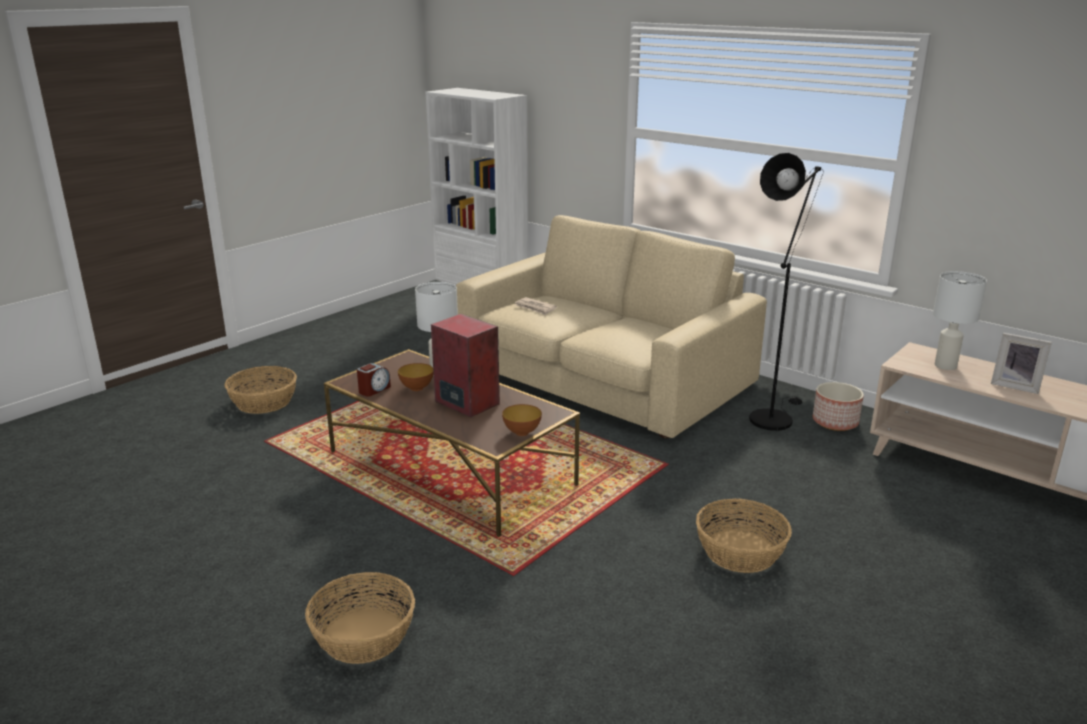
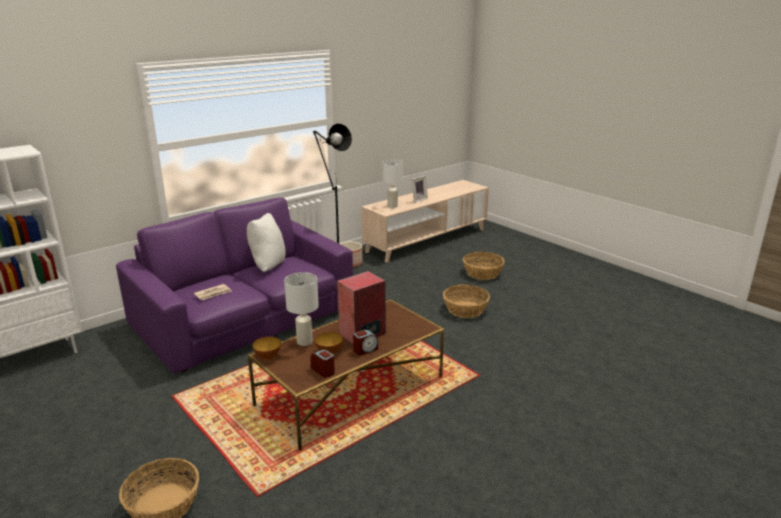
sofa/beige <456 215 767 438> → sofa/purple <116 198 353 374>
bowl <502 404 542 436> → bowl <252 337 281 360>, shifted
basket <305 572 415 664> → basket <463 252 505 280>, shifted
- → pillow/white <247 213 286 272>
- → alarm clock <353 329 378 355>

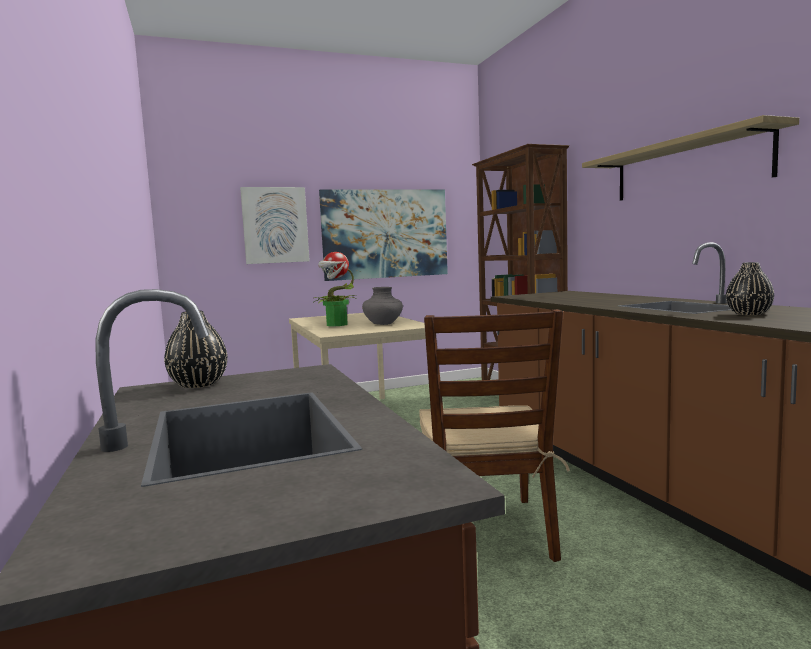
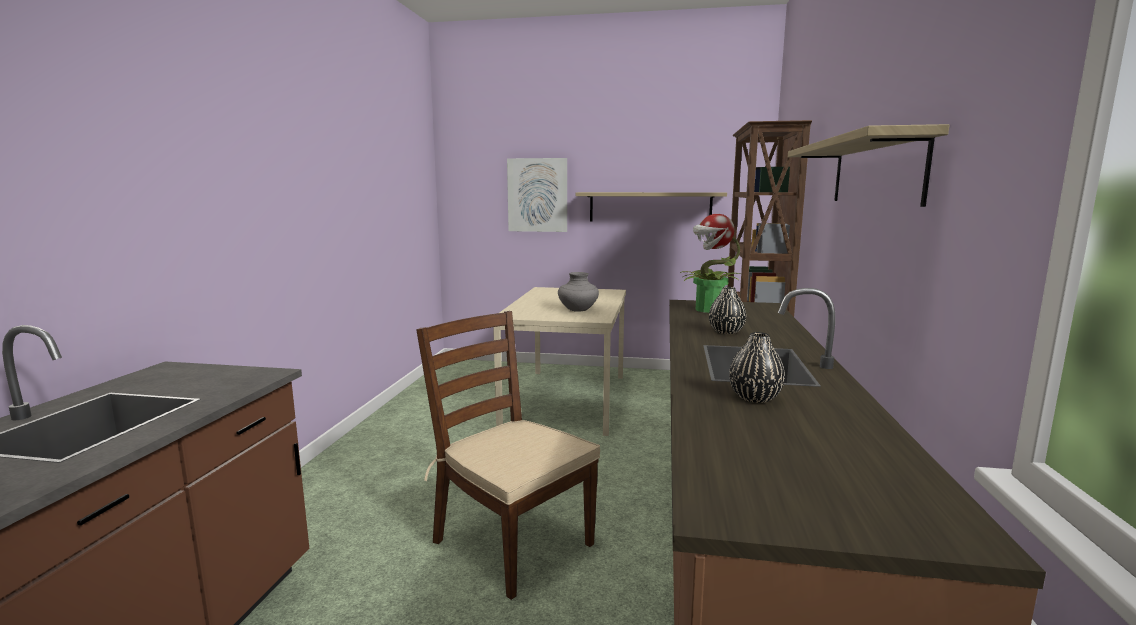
picture <319 189 448 281> → shelf <576 192 727 221>
potted plant <314 252 357 326> → potted plant <680 214 740 313>, shifted
chair/brown <419 309 570 562> → chair/brown <416 311 600 600>, 105 degrees clockwise
vase/black <164 311 227 388> → vase/black <709 287 746 334>, shifted

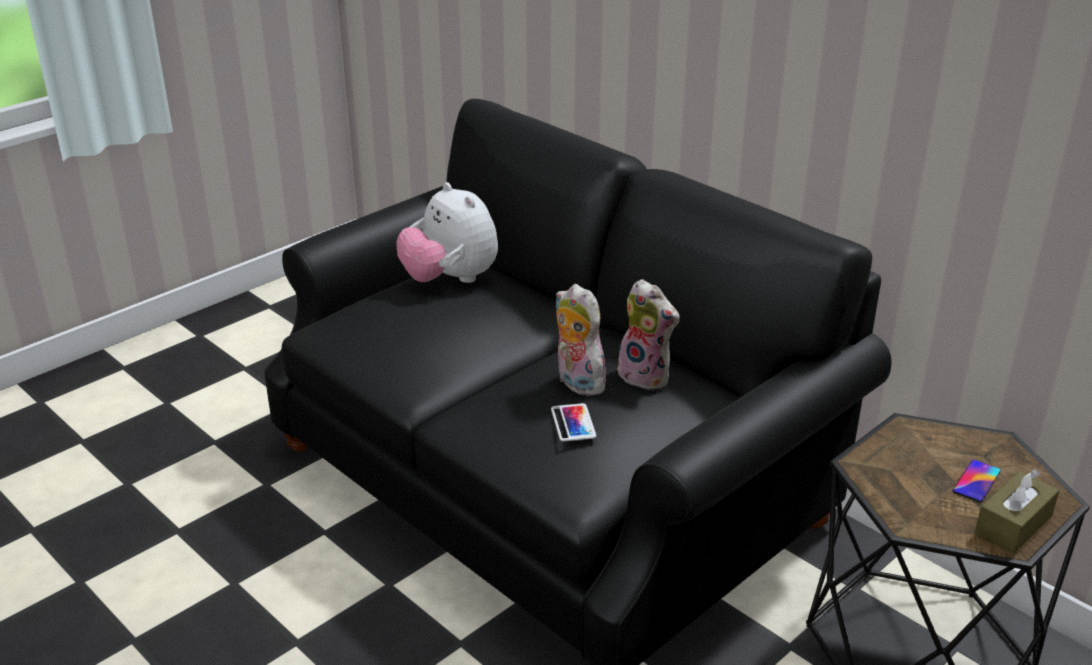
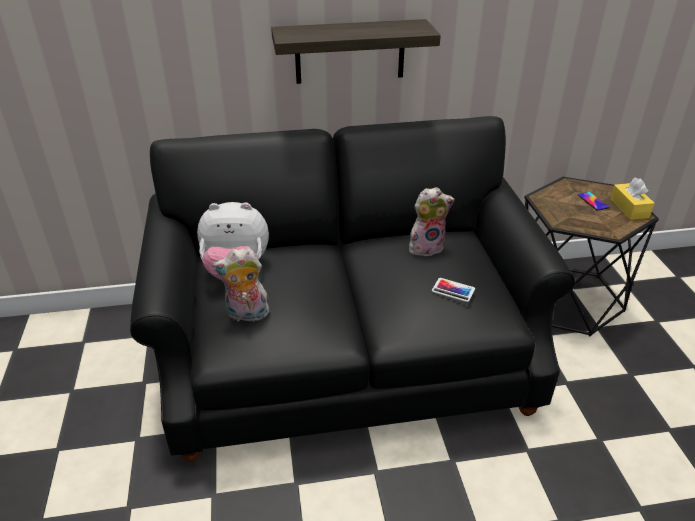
plush toy <556 284 608 396> → plush toy <213 248 269 322>, shifted
tissue box/brown <975 469 1060 553> → tissue box/yellow <610 177 655 220>
- → shelf <271 19 441 84>

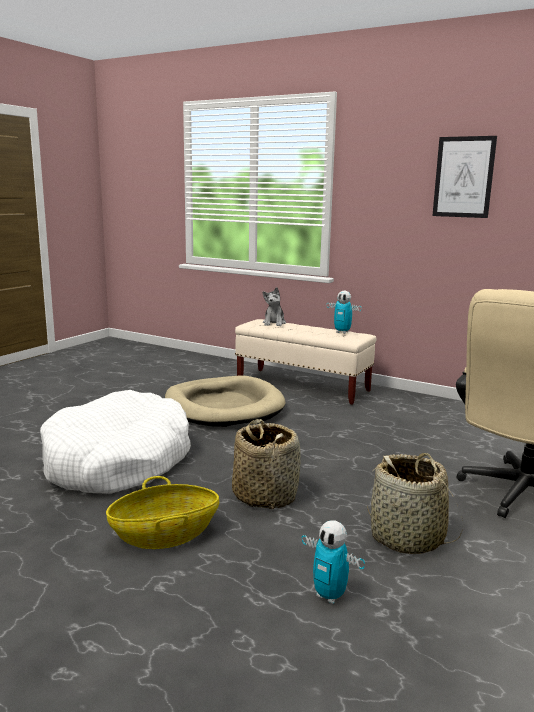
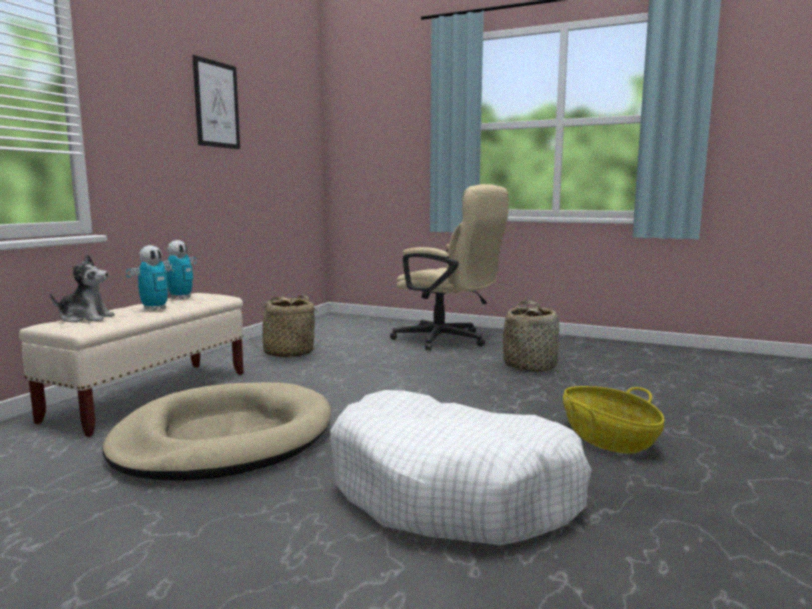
basket <232 419 301 509> → basket <250 295 321 358>, shifted
toy robot <302 521 365 604> → toy robot <126 245 176 311>, shifted

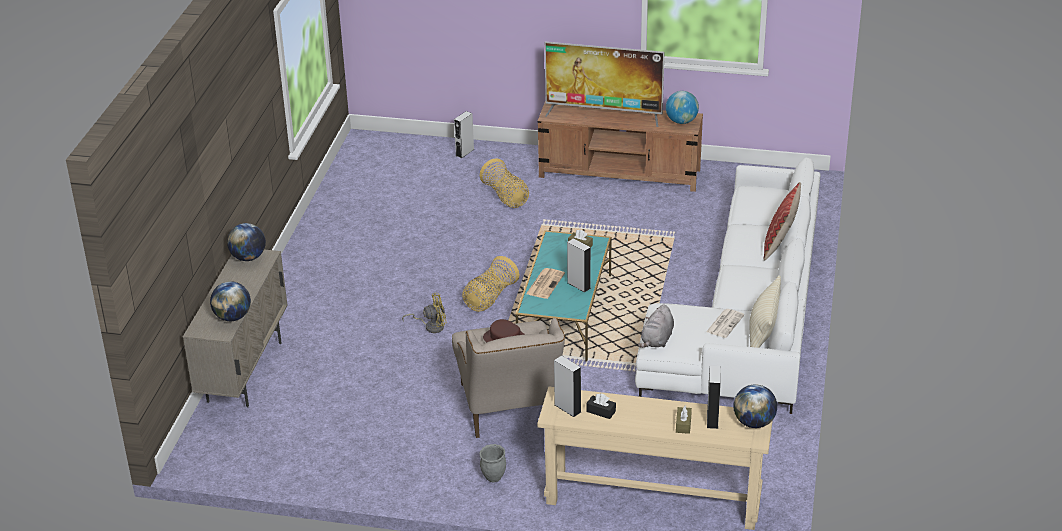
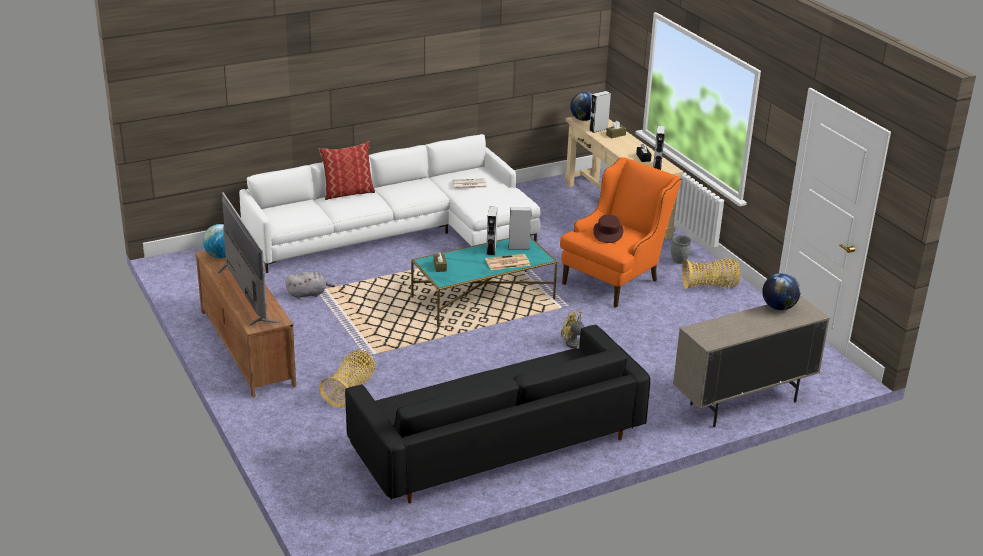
speaker/grey <454 111 474 158> → speaker/grey <508 207 531 250>, shifted
globe <227 223 266 261> → -
basket <462 256 519 312> → basket <682 259 740 289>, shifted
pillow/beige <749 275 781 348> → -
plush toy/grey <638 305 674 348> → plush toy/grey <285 272 335 299>, shifted
armchair/beige <452 318 565 438> → armchair/orange <560 157 681 307>
- → sofa/black <345 325 651 504>

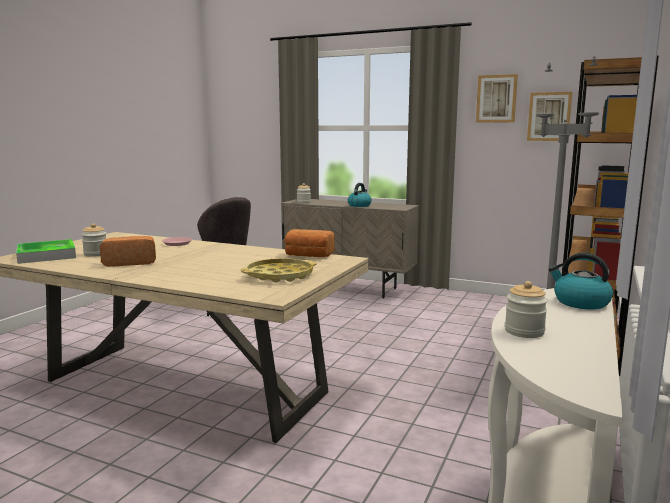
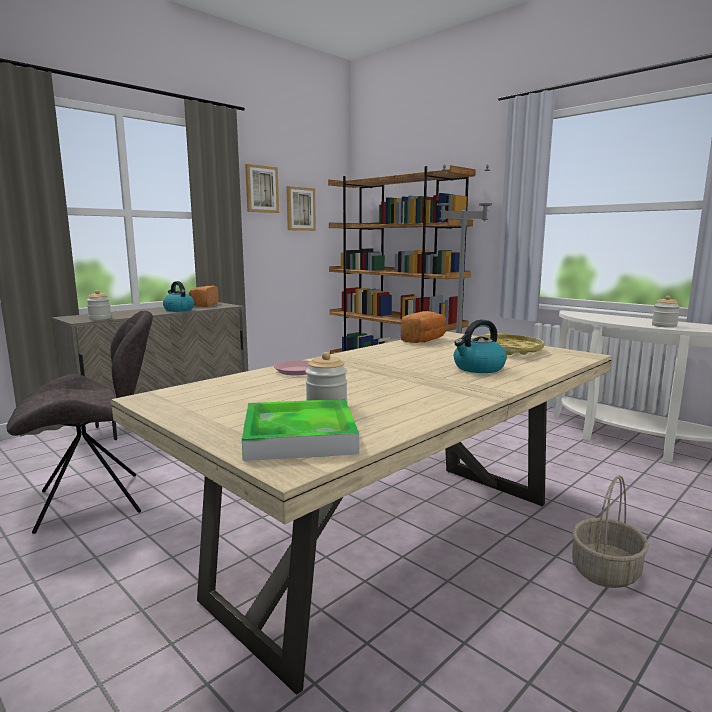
bread <100 236 156 267> → bread <189 285 219 307>, shifted
kettle <549 253 613 309> → kettle <454 320 507 373>, shifted
- → basket <572 475 649 588>

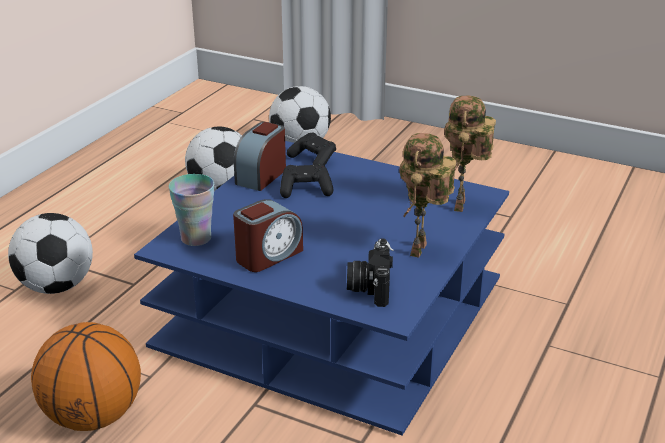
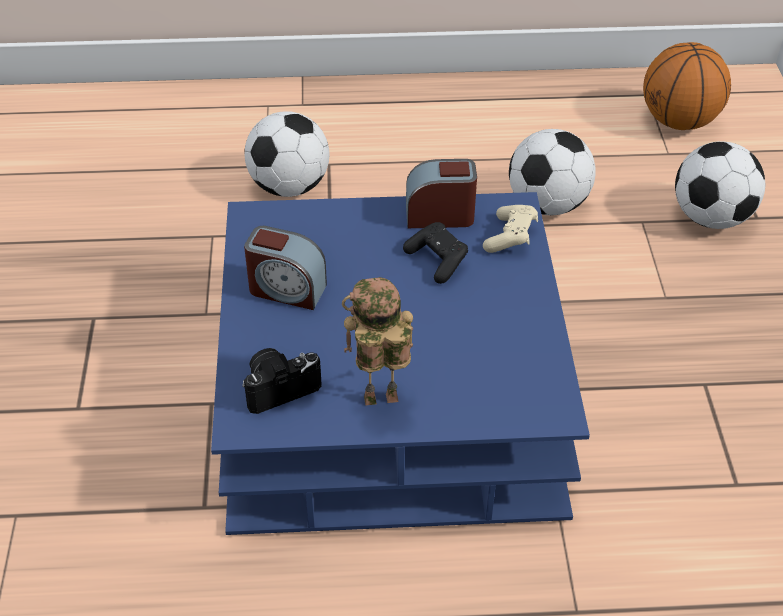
toy robot <444 96 496 212> → -
game controller/black <287 133 336 166> → game controller/beige <483 205 538 253>
cup <169 174 214 246> → -
basketball <31 322 141 431> → basketball <643 42 731 130>, shifted

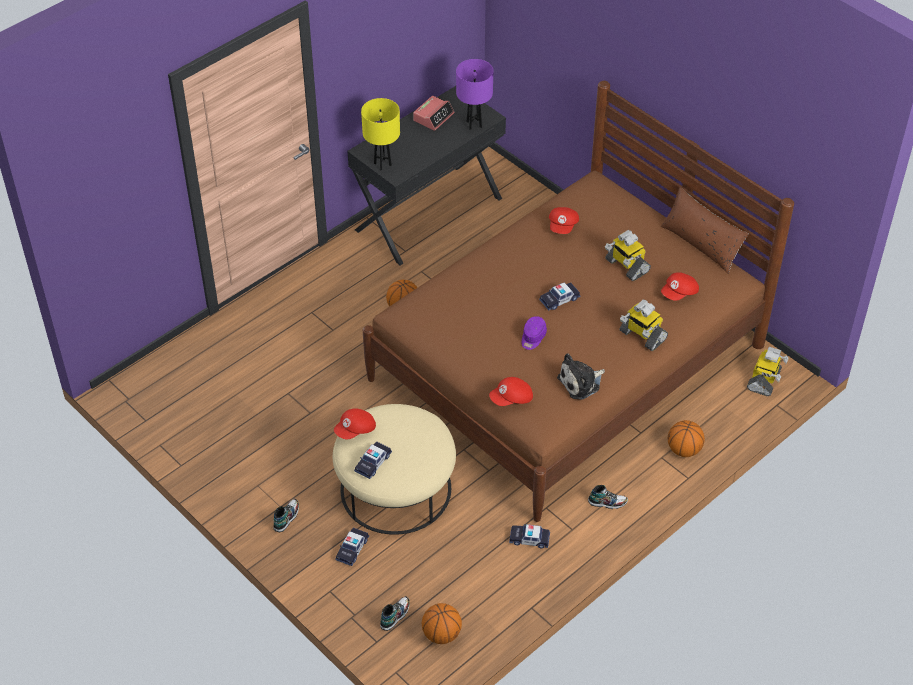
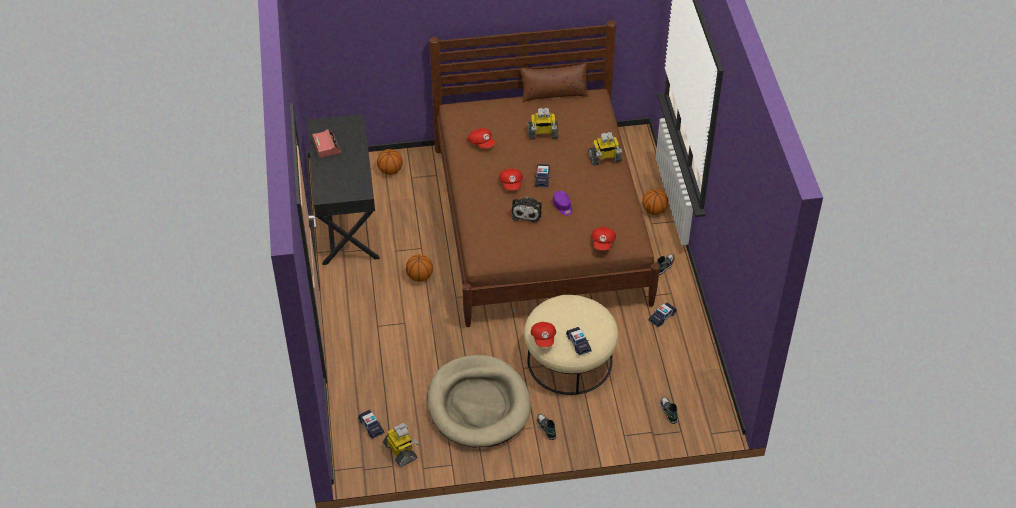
table lamp/purple <456 59 494 130> → -
table lamp/yellow <361 98 400 171> → -
cap/red <661 272 699 301> → cap/red <499 169 523 190>, shifted
toy robot <747 347 789 396> → toy robot <383 423 419 467>, shifted
plush toy <557 353 605 400> → plush toy <512 196 542 223>, shifted
toy car <335 528 369 566> → toy car <358 410 385 439>, shifted
basketball <422 603 462 644> → basketball <377 149 403 175>, shifted
- → dog bed/beige <428 355 531 447>

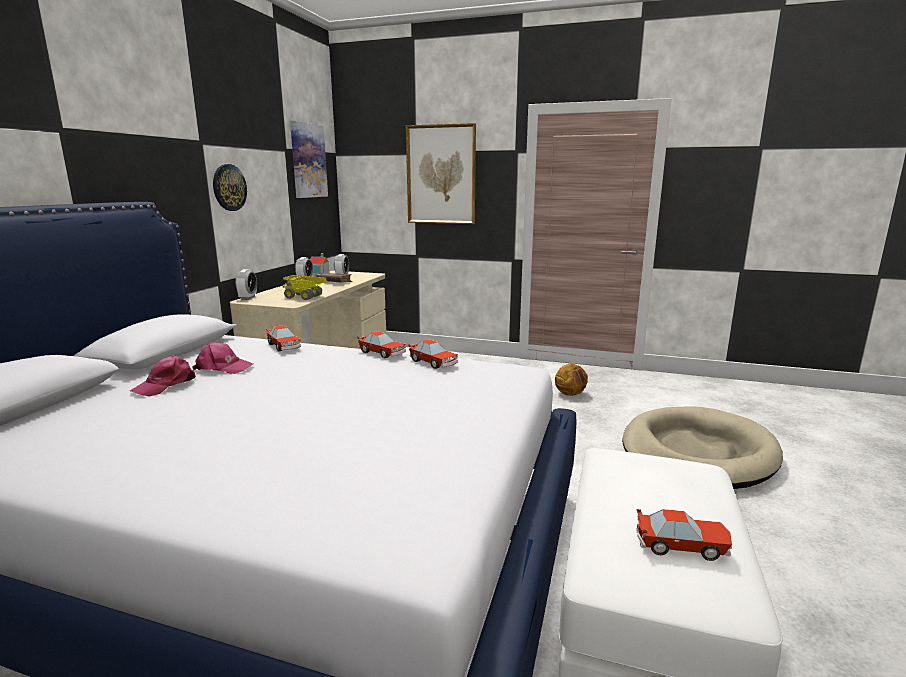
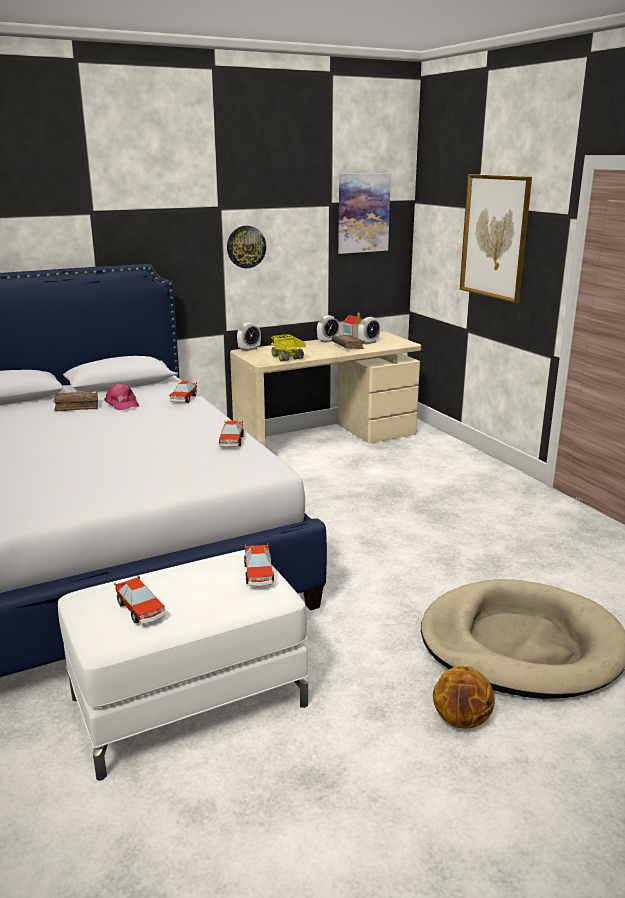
toy car <357 331 406 358> → toy car <244 543 274 586>, shifted
cap/pink <130 355 196 397> → book/brown <53 391 98 412>
basketball <555 364 588 396> → basketball <433 666 495 729>, shifted

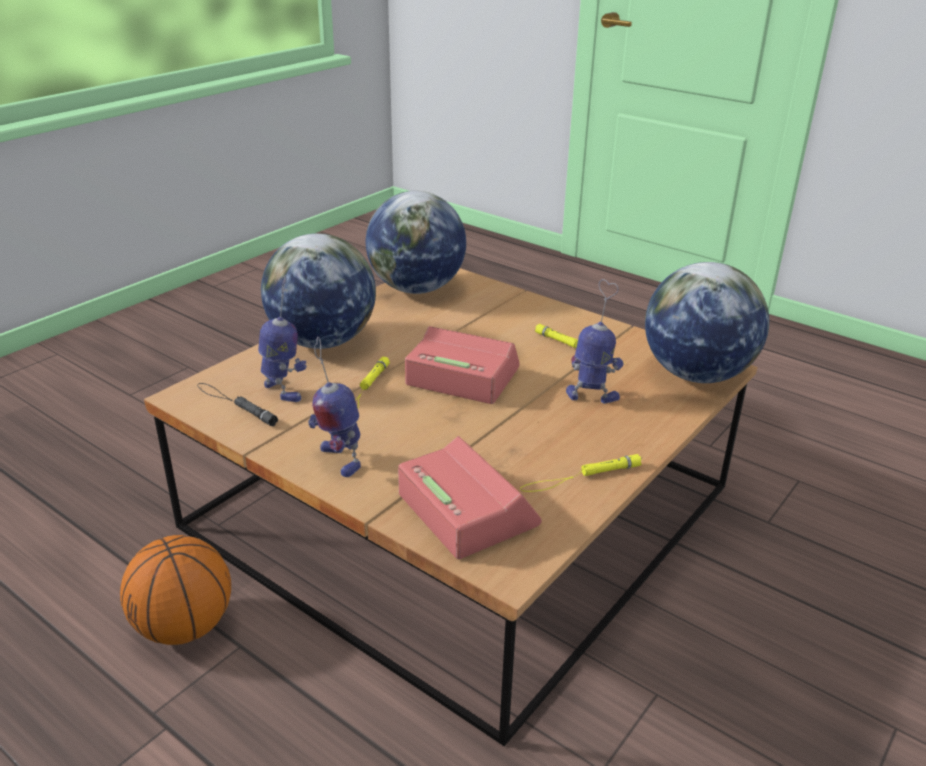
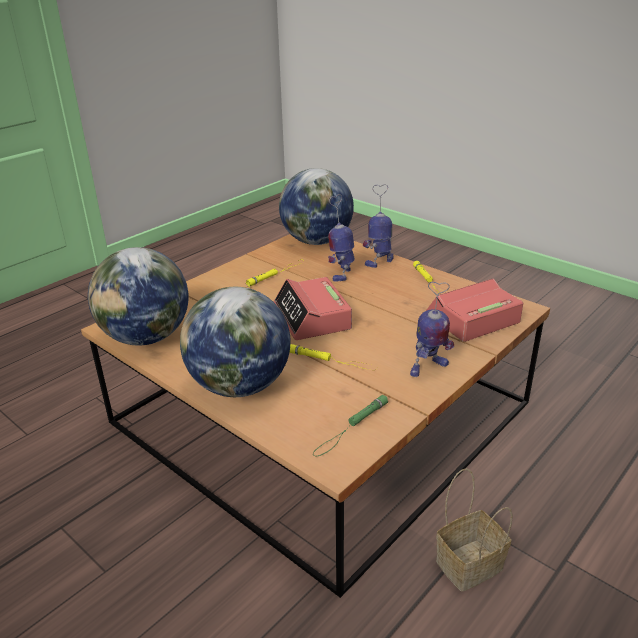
toy robot <258 275 307 402> → toy robot <363 184 394 268>, shifted
alarm clock <405 326 519 404> → alarm clock <274 277 352 340>, 45 degrees counterclockwise
flashlight/black <198 383 278 426> → flashlight/green <313 395 388 457>
basketball <120 535 231 645> → basket <436 468 513 592>

